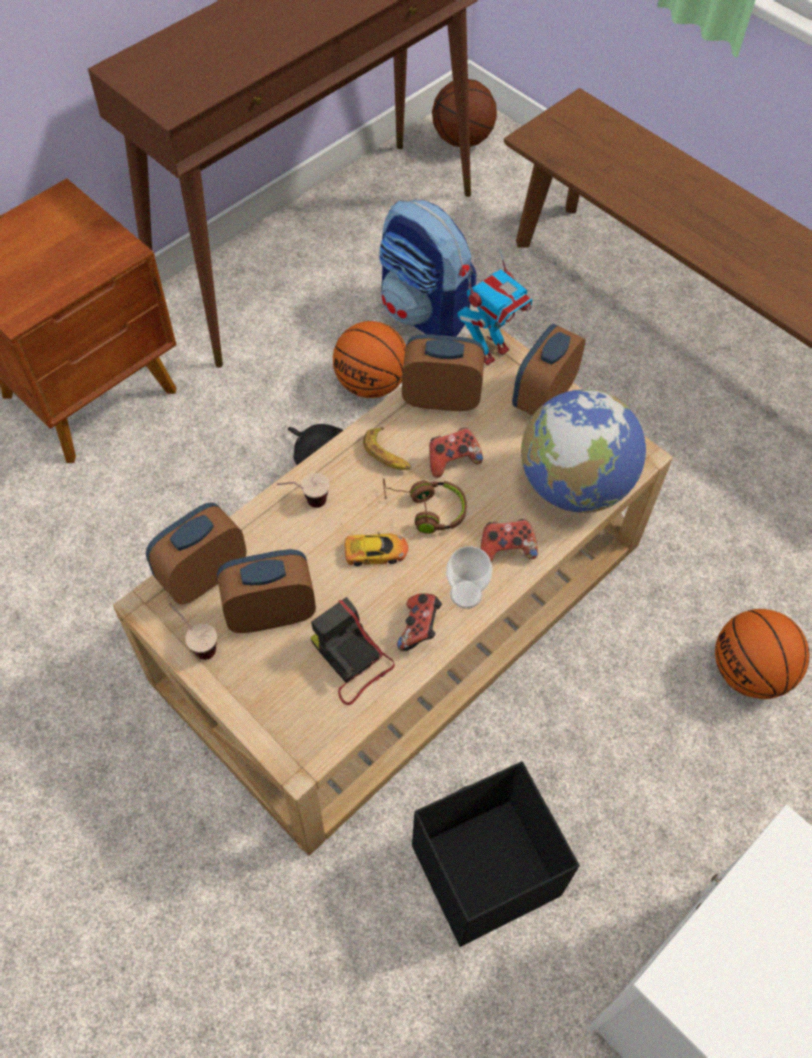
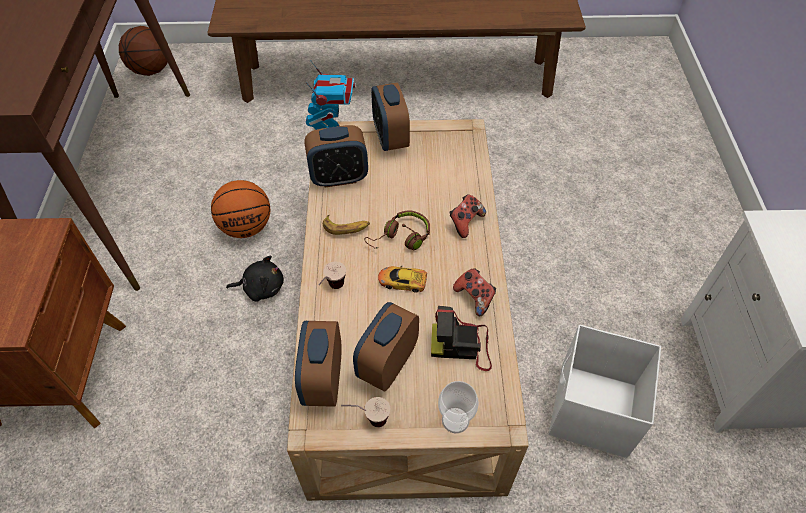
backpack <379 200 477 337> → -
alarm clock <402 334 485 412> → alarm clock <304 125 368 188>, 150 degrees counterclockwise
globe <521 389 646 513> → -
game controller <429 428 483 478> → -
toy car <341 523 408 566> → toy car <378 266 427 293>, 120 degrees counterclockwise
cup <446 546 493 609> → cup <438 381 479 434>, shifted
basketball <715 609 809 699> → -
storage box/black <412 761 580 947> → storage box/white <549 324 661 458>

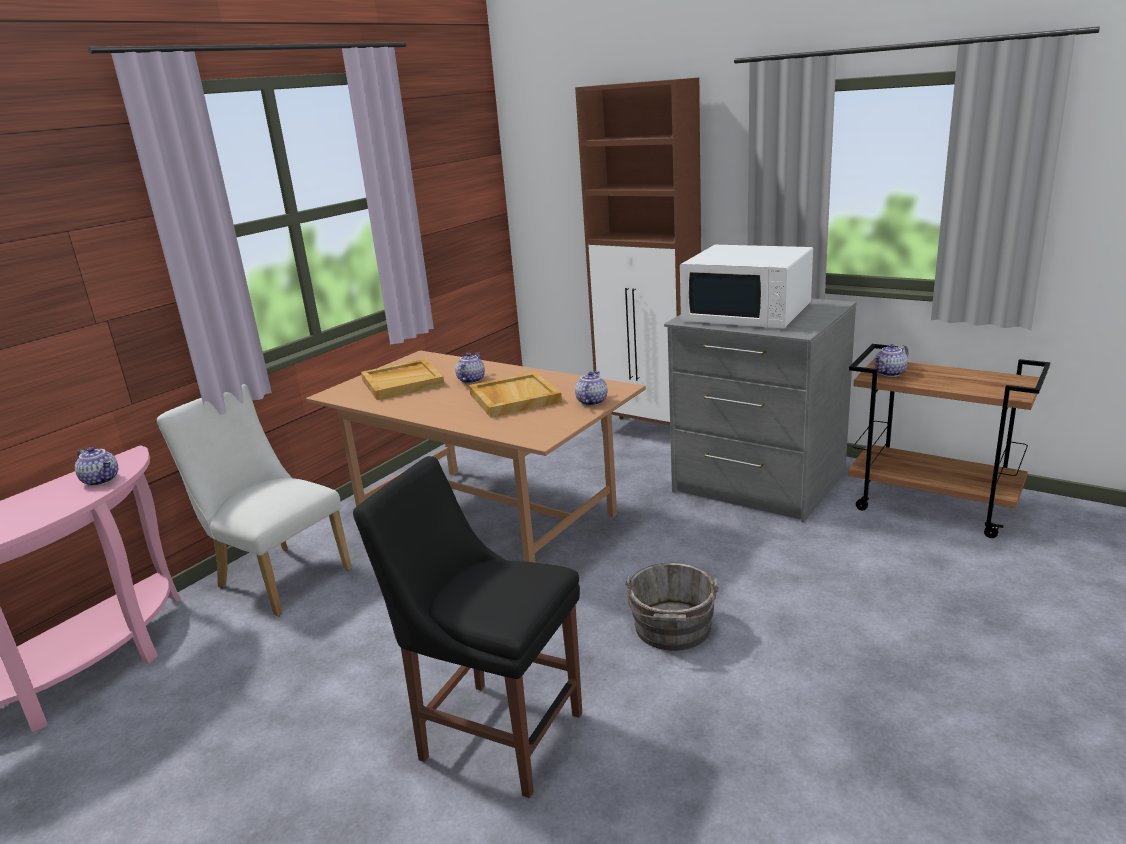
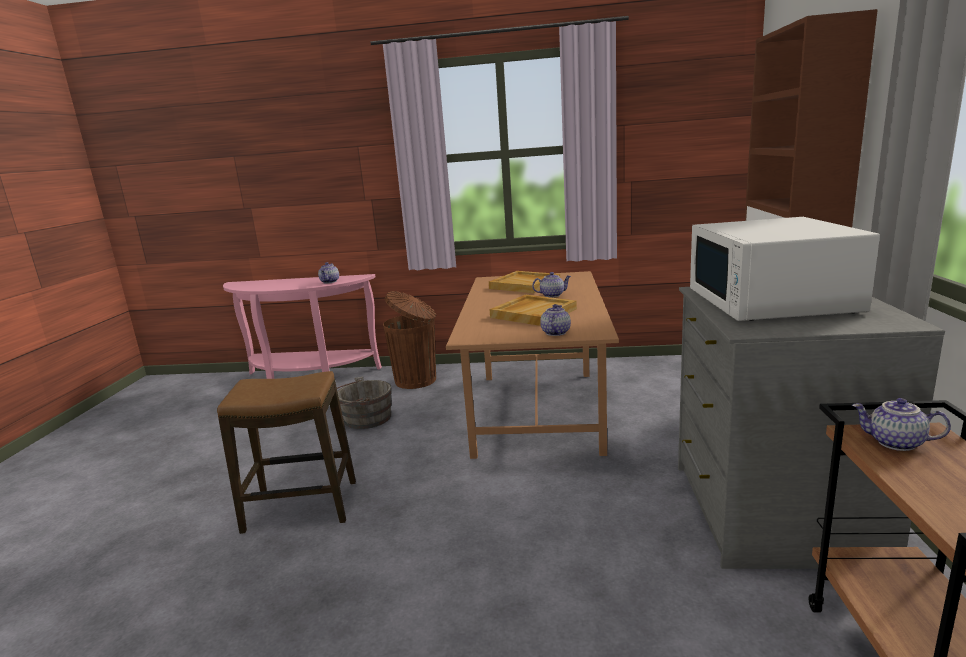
teapot <575 371 607 406> → teapot <540 304 571 336>, 60 degrees counterclockwise
chair/white <157 384 352 617> → trash can/brown <383 291 436 389>
chair/black <353 456 582 798> → stool <217 371 356 534>
bucket/grey <625 563 718 651> → bucket/grey <337 377 392 429>, shifted

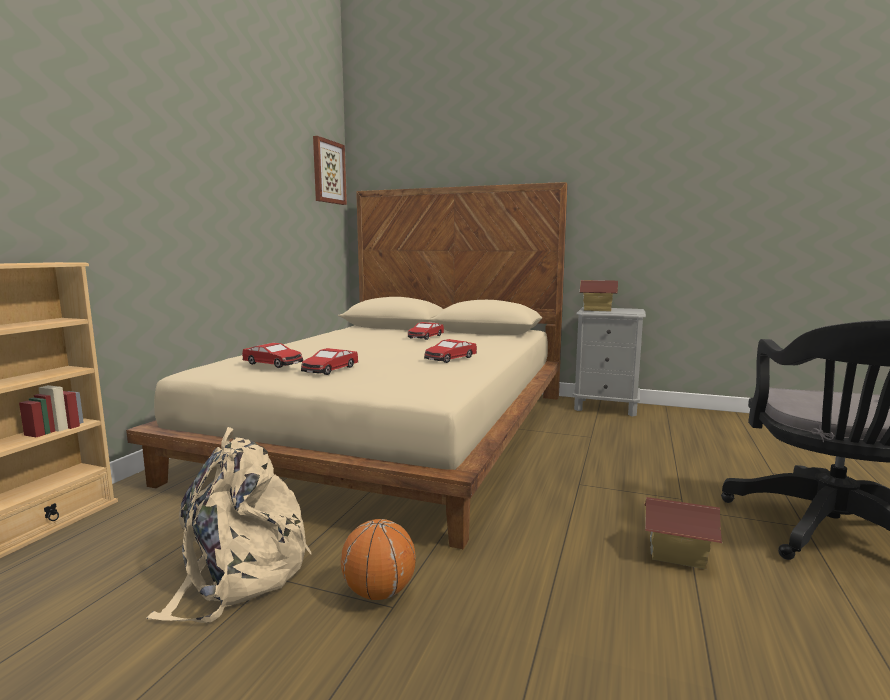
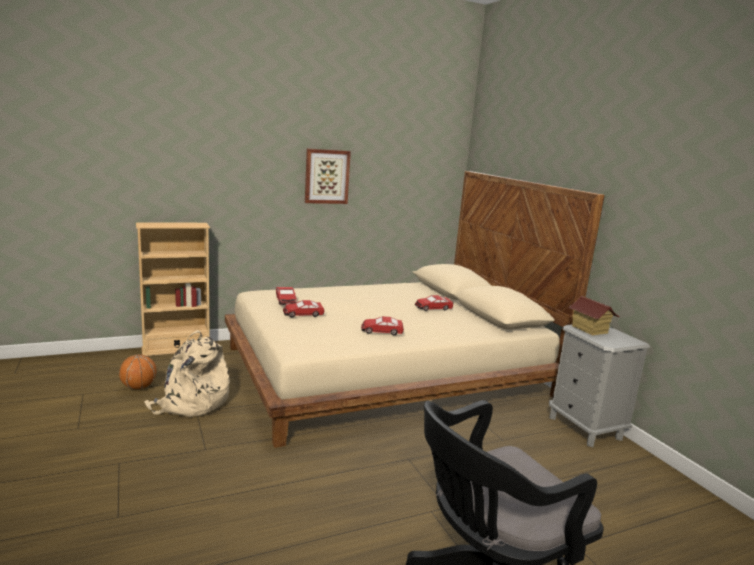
picture <313 136 347 205> → picture <305 149 351 204>, shifted
toy house <645 497 722 569> → -
basketball <341 519 416 600> → basketball <119 354 157 389>, shifted

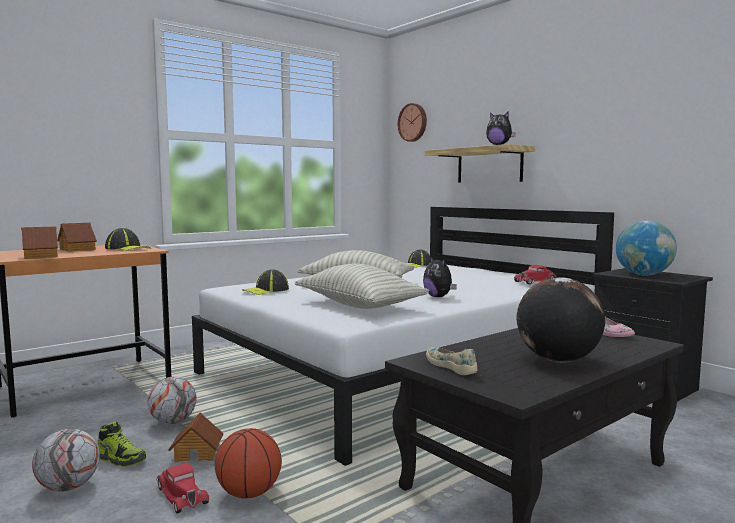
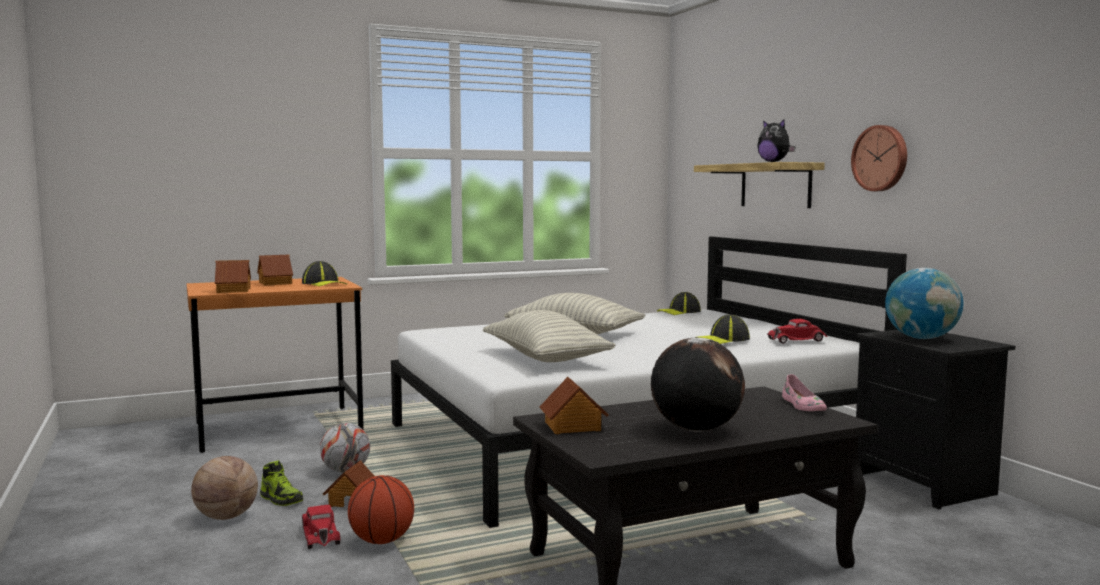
wall clock <398 103 427 142> → wall clock <851 125 907 191>, shifted
plush toy <423 256 457 297> → -
cap <242 269 289 295> → cap <699 315 750 344>, shifted
shoe/beige <426 347 477 375> → toy house <540 376 608 434>
football <32 429 100 492> → basketball <191 456 258 520>

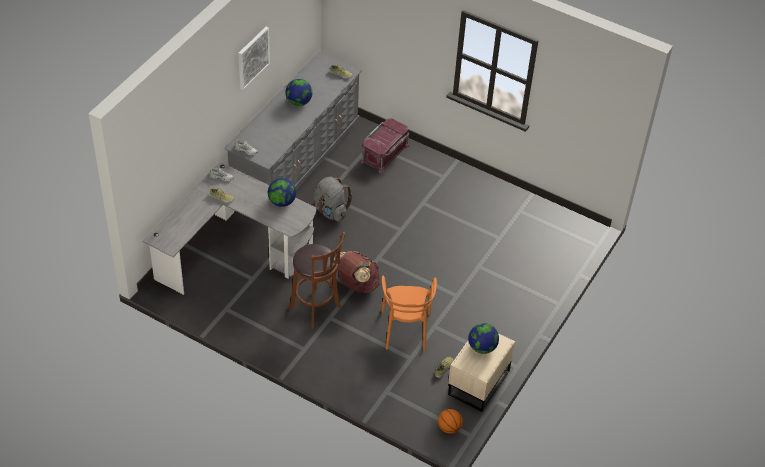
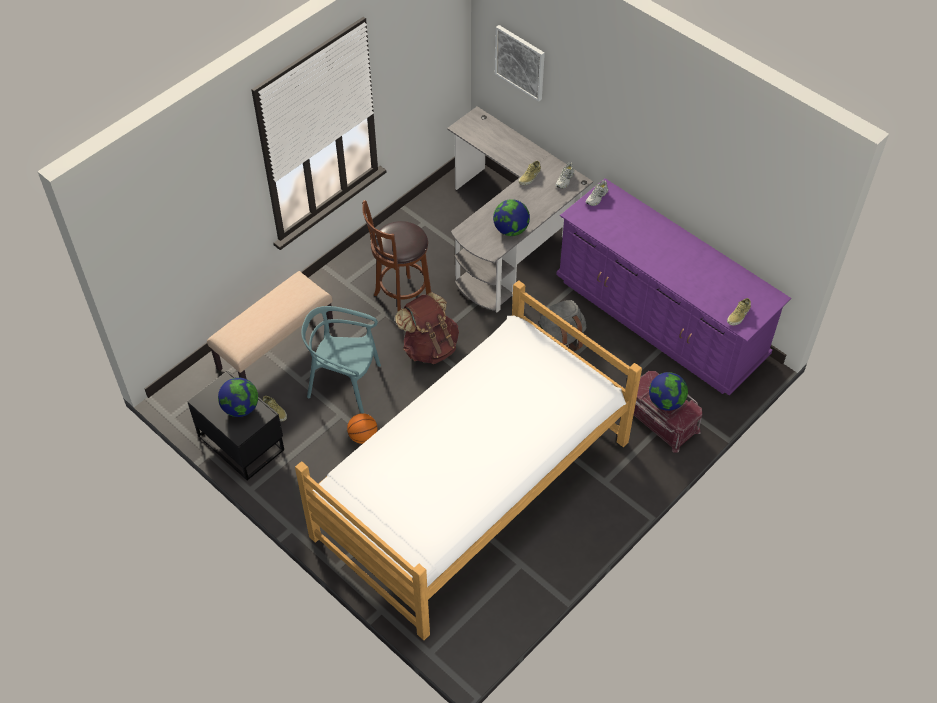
picture <238 27 270 90> → picture <495 25 545 101>, shifted
dresser/grey <224 52 362 190> → dresser/purple <556 178 791 395>
globe <285 79 312 106> → globe <649 372 688 411>, shifted
chair/orange <381 276 437 351> → chair/turquoise <301 306 381 414>
nightstand/beige <448 333 515 412> → nightstand/black <187 370 284 480>
basketball <438 409 463 434> → basketball <347 413 377 444>, shifted
- → bench/beige <207 271 334 379>
- → bed <295 280 642 640>

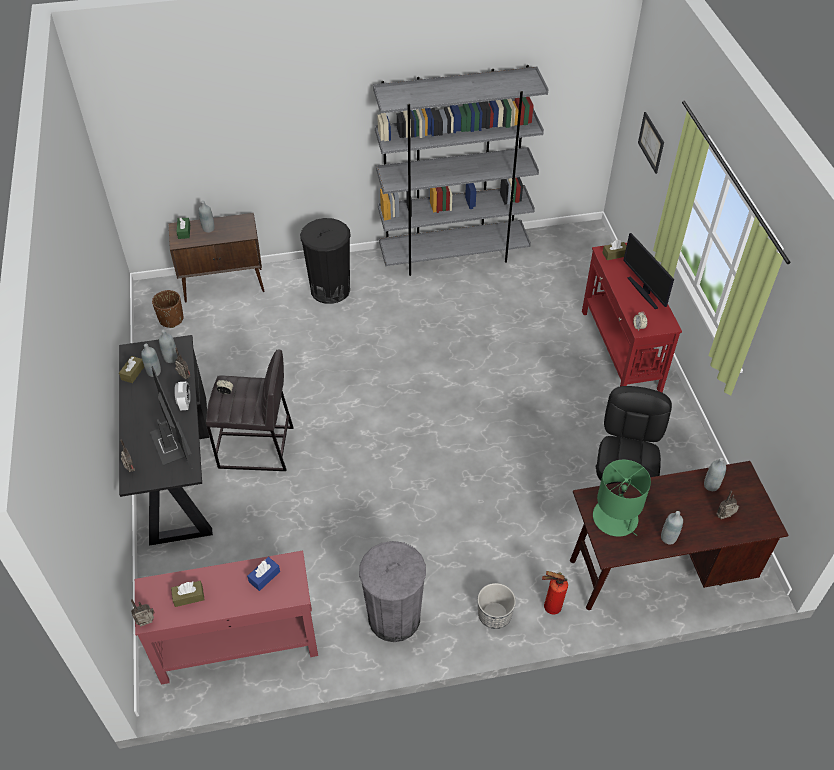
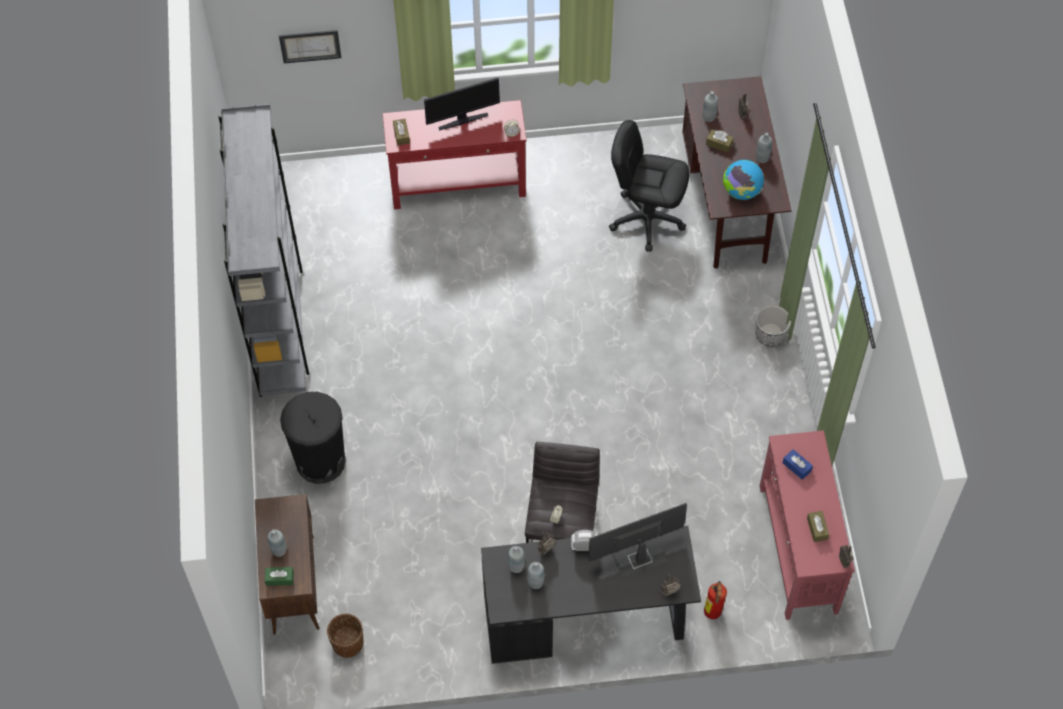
tissue box/brown <119 356 144 383> → tissue box/brown <706 129 734 153>, shifted
table lamp/green <593 460 651 537> → globe <723 160 764 200>
trash can/grey <359 541 426 642> → -
fire extinguisher <542 571 568 615> → fire extinguisher <704 581 727 619>, shifted

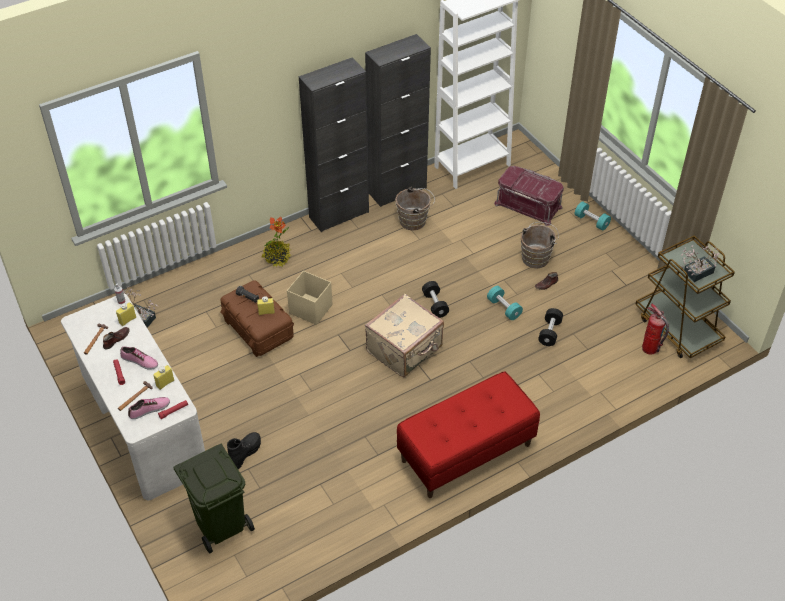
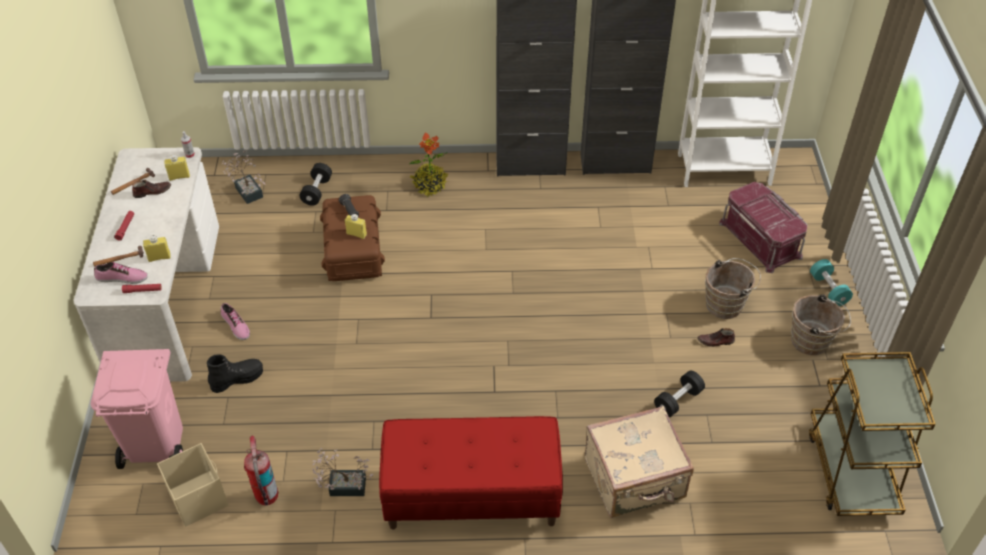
bucket/brown <395 187 435 231> → bucket/brown <791 294 851 355>, shifted
potted plant <680 245 719 282> → potted plant <312 448 373 496>, shifted
storage box/beige <287 271 332 325> → storage box/beige <157 443 229 527>, shifted
dumbbell/black <422 281 449 318> → dumbbell/black <299 163 332 206>, shifted
dumbbell/turquoise <487 286 523 320> → -
suitcase/beige <365 294 444 377> → suitcase/beige <585 406 694 518>, shifted
fire extinguisher <642 304 669 355> → fire extinguisher <244 435 278 506>, shifted
shoe <120 346 158 370> → shoe <221 303 250 340>, shifted
trash can/green <173 444 255 553> → trash can/pink <91 349 183 469>

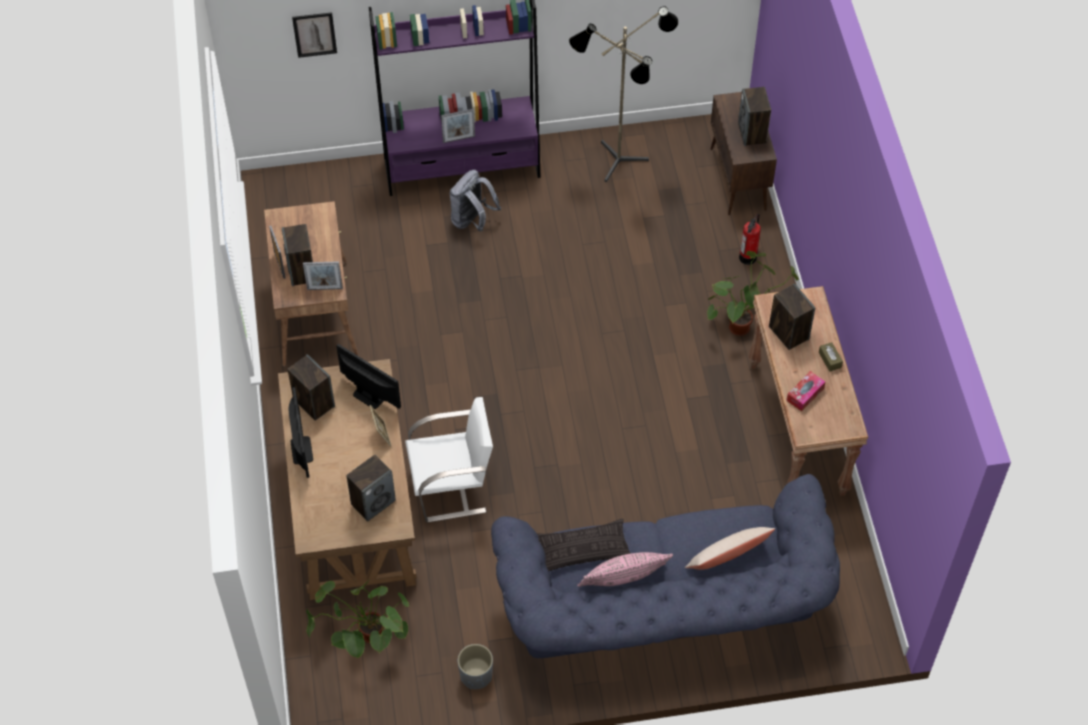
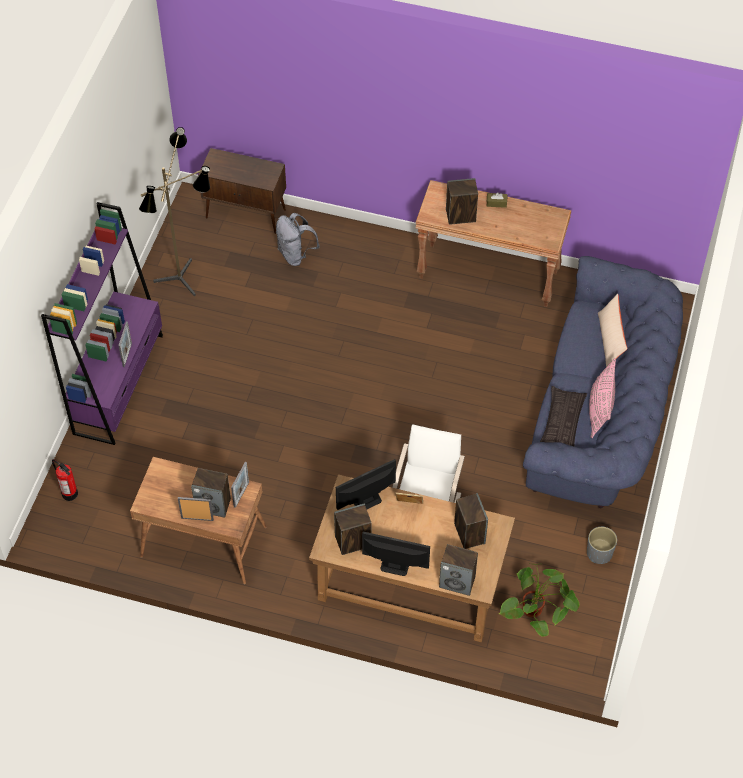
picture <292 12 337 58> → -
speaker <738 87 771 146> → speaker <439 544 478 596>, shifted
backpack/grey <450 170 501 232> → backpack/grey <276 213 320 266>, shifted
fire extinguisher <739 214 761 265> → fire extinguisher <52 459 78 501>, shifted
potted plant <707 251 799 336> → -
tissue box <786 371 825 411> → -

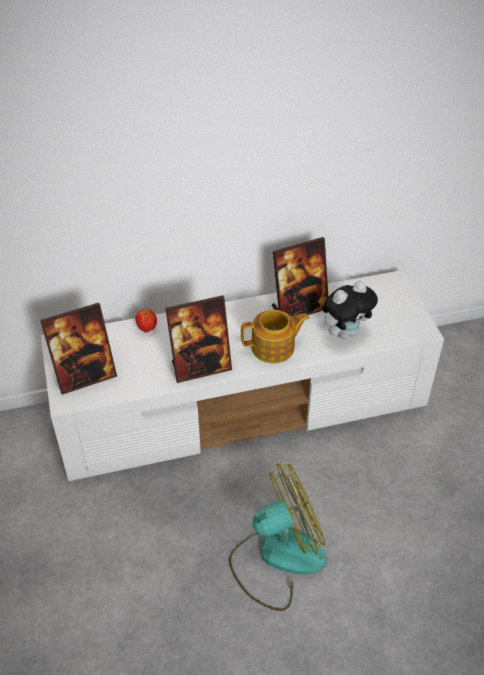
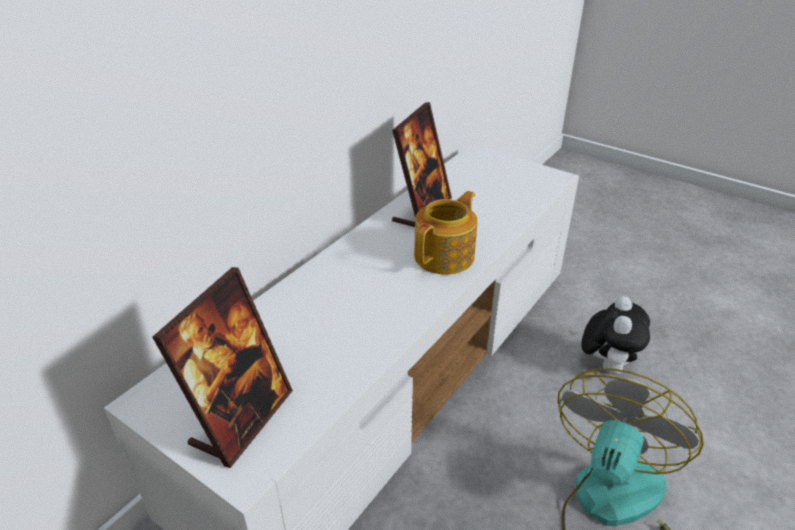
plush toy <322 281 378 339> → plush toy <582 296 650 375>, shifted
picture frame <165 295 232 383> → -
apple <135 309 157 332> → -

